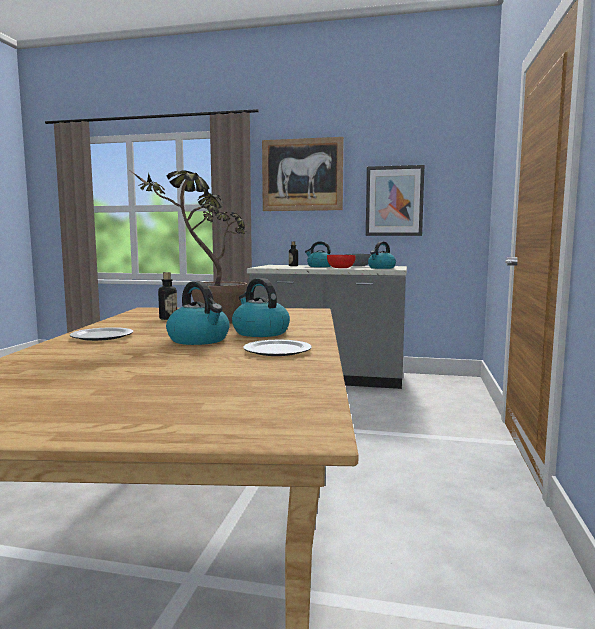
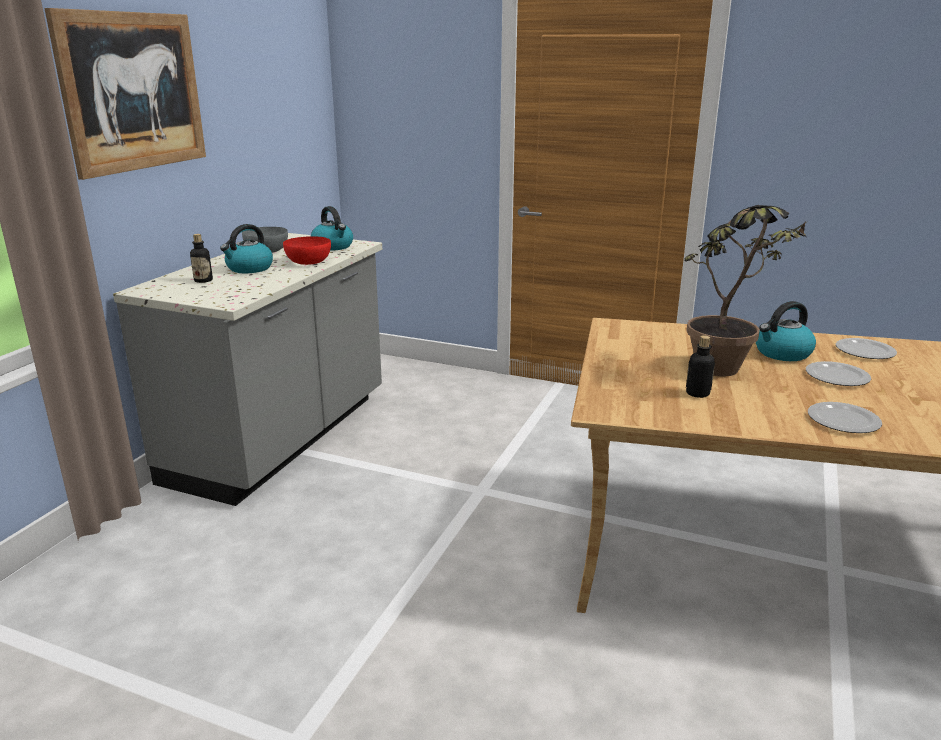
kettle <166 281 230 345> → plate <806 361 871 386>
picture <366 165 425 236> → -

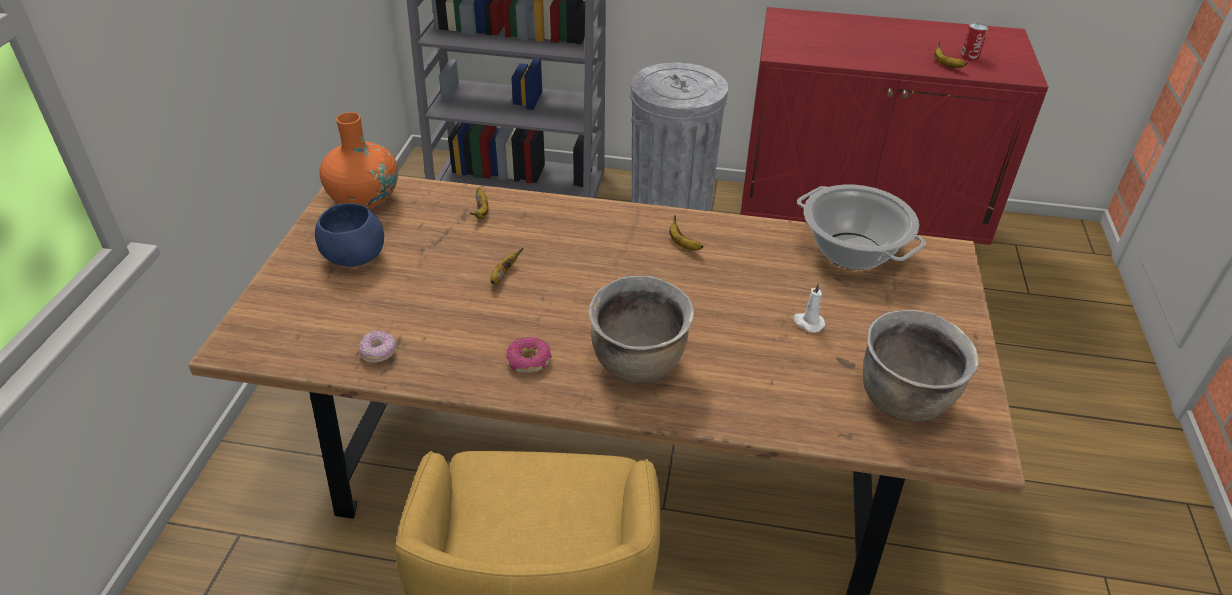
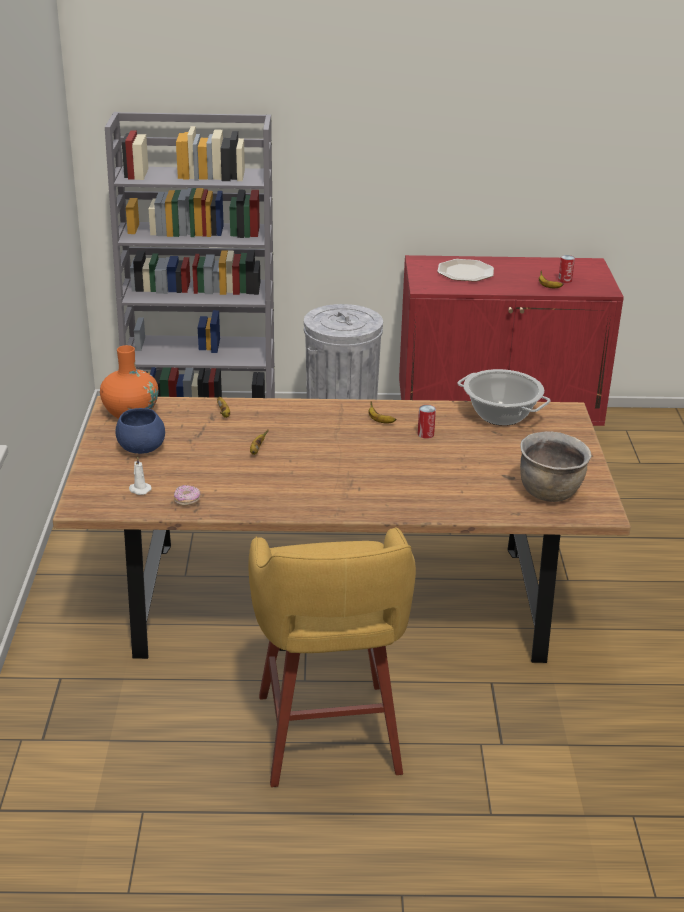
white candle <793 283 825 333> → white candle <129 456 152 495>, move
- → can <418 405 436 439>
- → plate <437 259 494 282>
donut <506 337 552 373> → -
brown cooking pot <589 276 694 384> → -

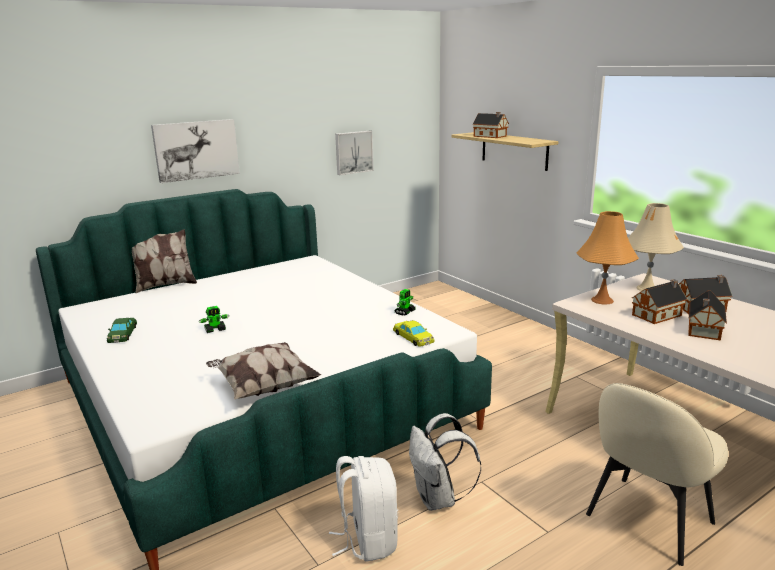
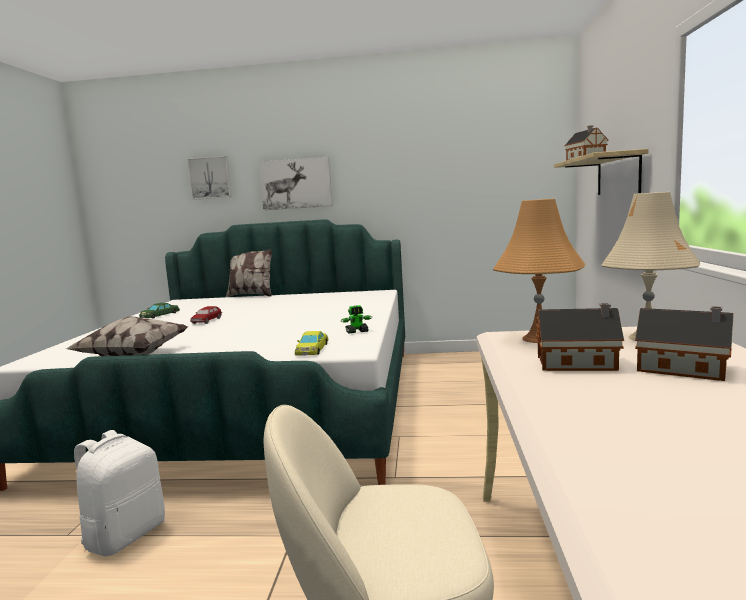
picture <335 131 373 175> → picture <187 156 232 200>, move
toy robot <199 306 230 333> → toy car <190 306 222 324>
white backpack <409 413 481 511> → -
toy house <688 291 727 341> → -

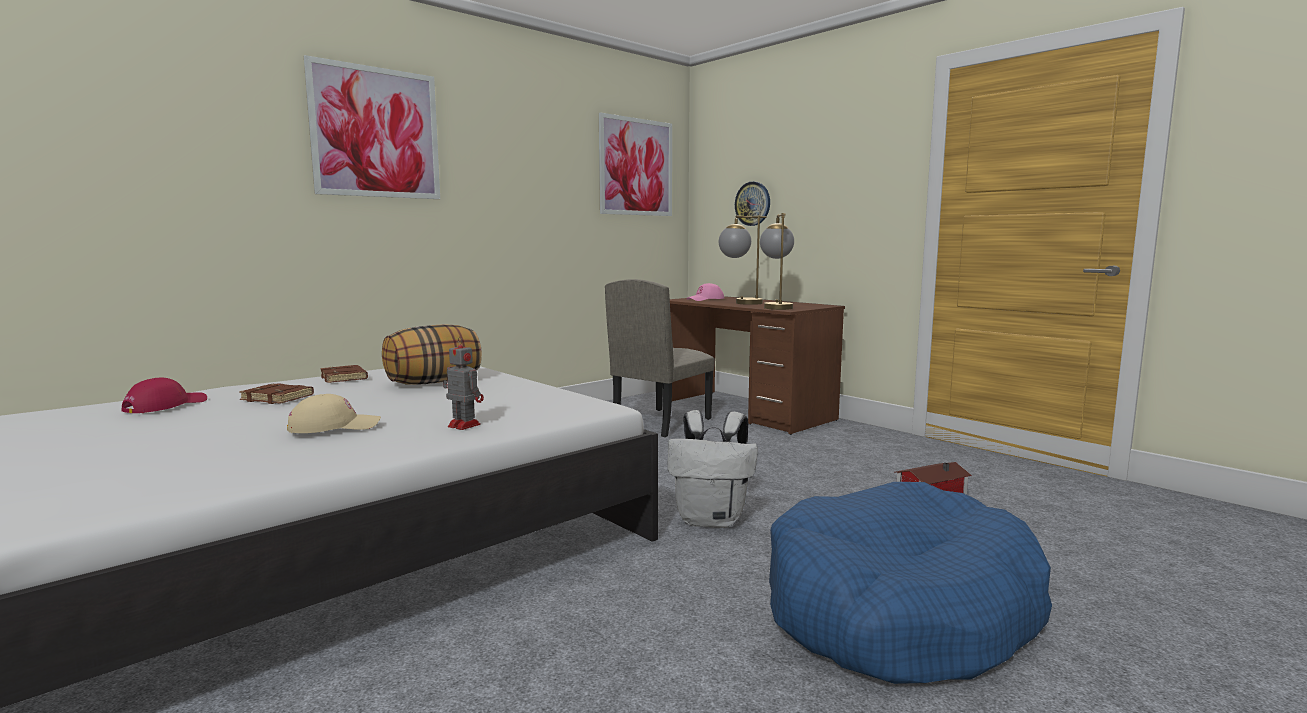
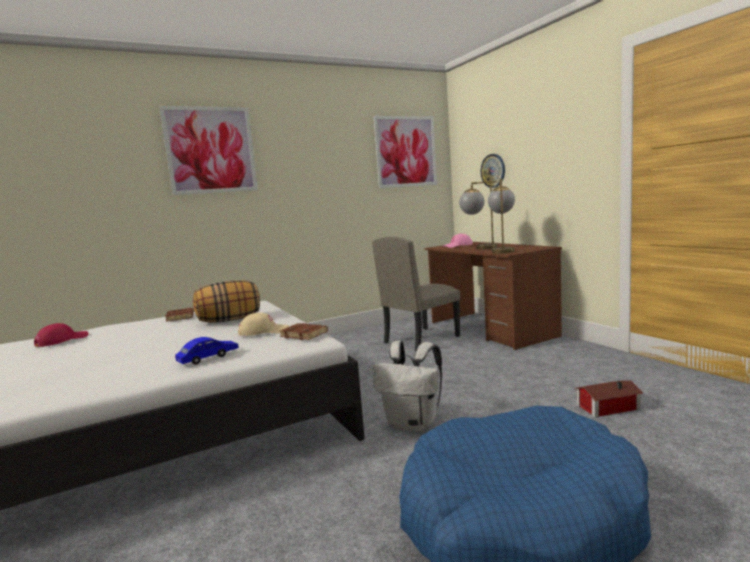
toy robot <443 337 484 430> → blue toy car <175 337 239 365>
beige cap <287 394 381 433> → beige cap <238 312 289 336>, move
brown book <239 383 314 404> → brown book <279 323 328 340>, move

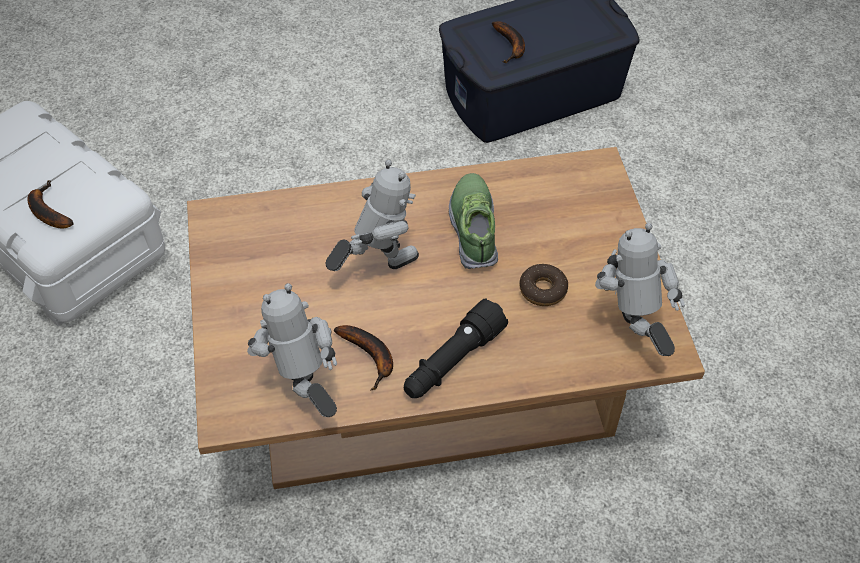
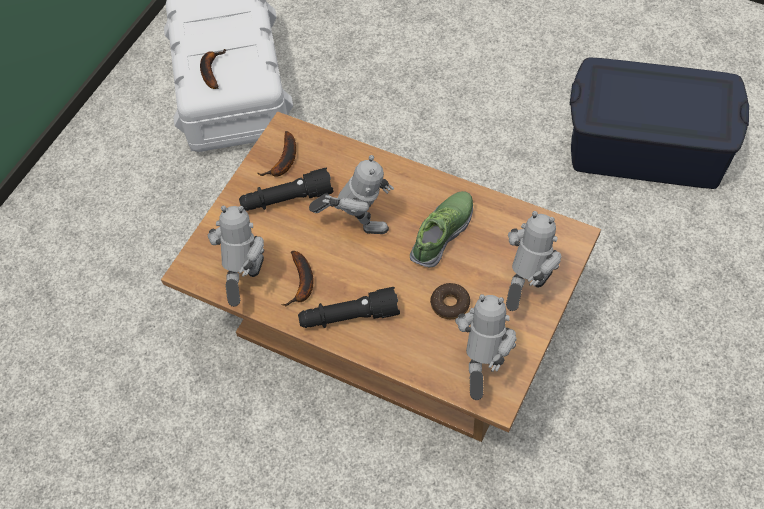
- → black flashlight <239 168 334 211>
banana <492 21 525 63> → banana <257 131 296 177>, move
- → toy robot <506 211 561 311>

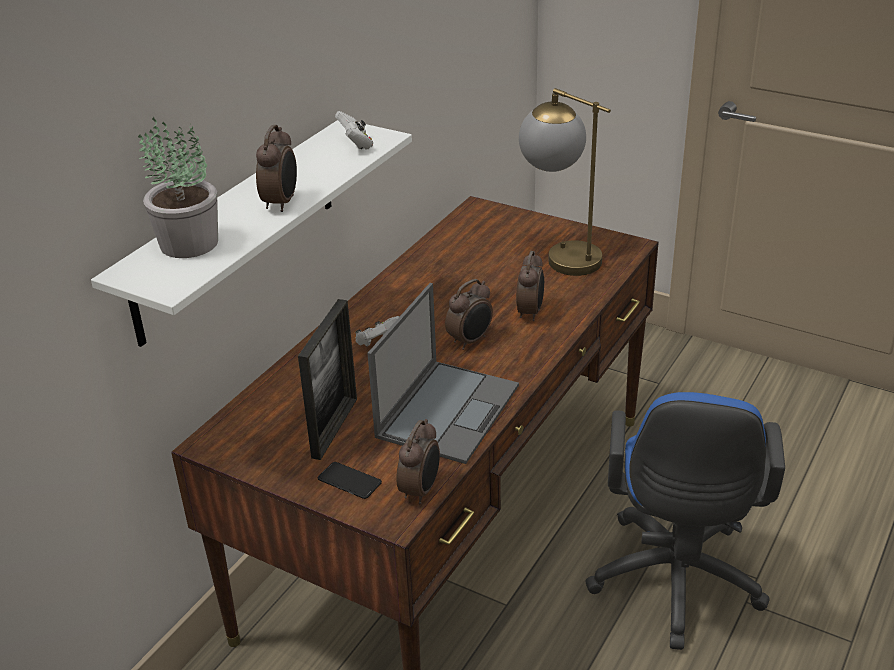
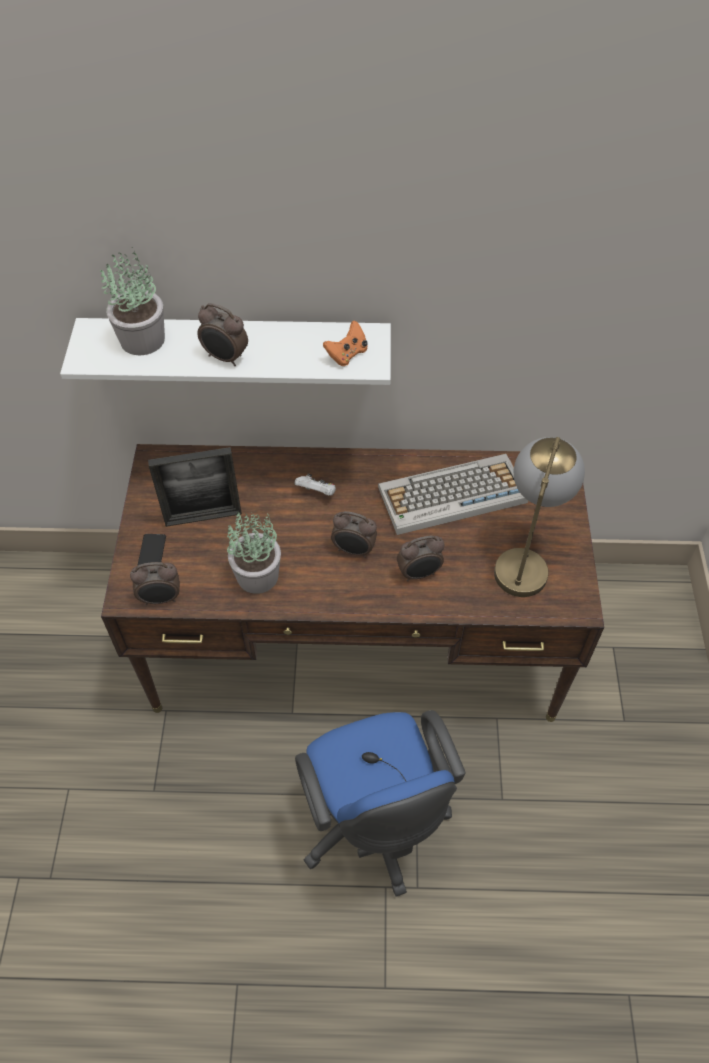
alarm clock <256 125 297 212> → alarm clock <197 303 248 366>, 45 degrees clockwise
laptop <367 283 519 464> → potted plant <227 511 281 594>
blue office chair <585 392 785 650> → blue office chair <295 710 465 897>, 90 degrees counterclockwise
white game controller <335 111 373 150> → orange game controller <323 320 368 366>
- → keyboard <378 454 528 535>

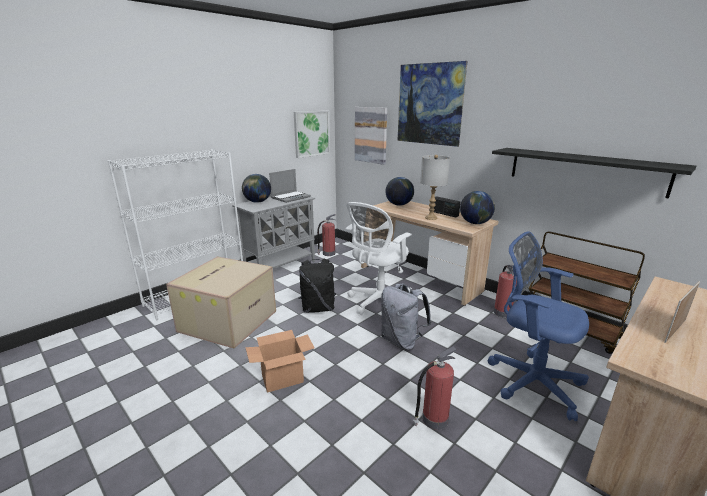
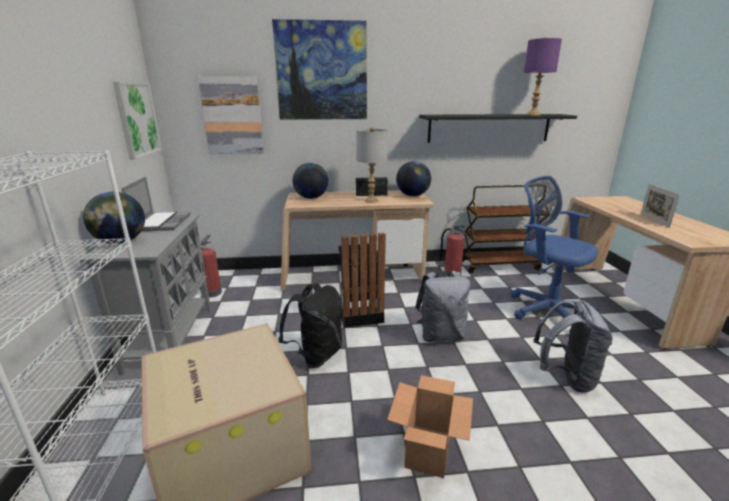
white office chair <346 202 413 315> → black trash can <338 233 386 328>
blue office chair <488 231 589 421> → blue office chair <510 176 599 334>, 60 degrees clockwise
- → purple table lamp <524 37 562 115>
fire extinguisher <413 346 457 430> → grey backpack <534 300 612 393>

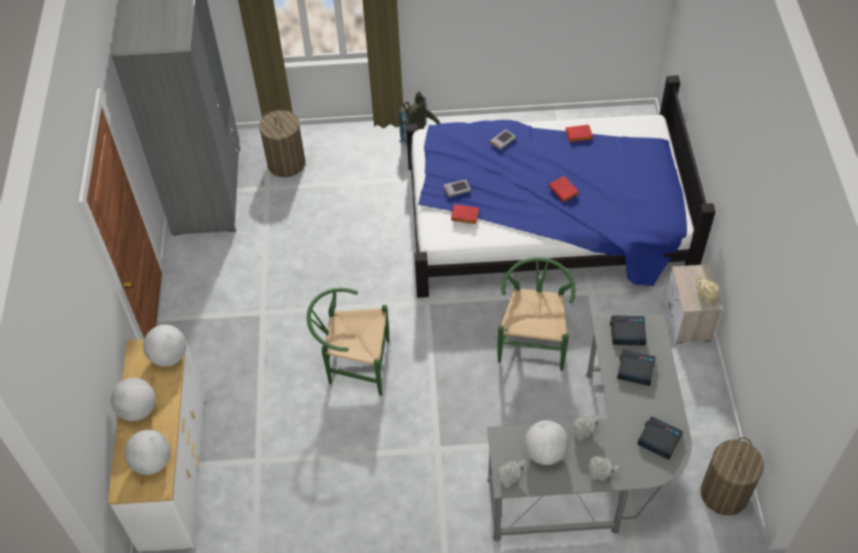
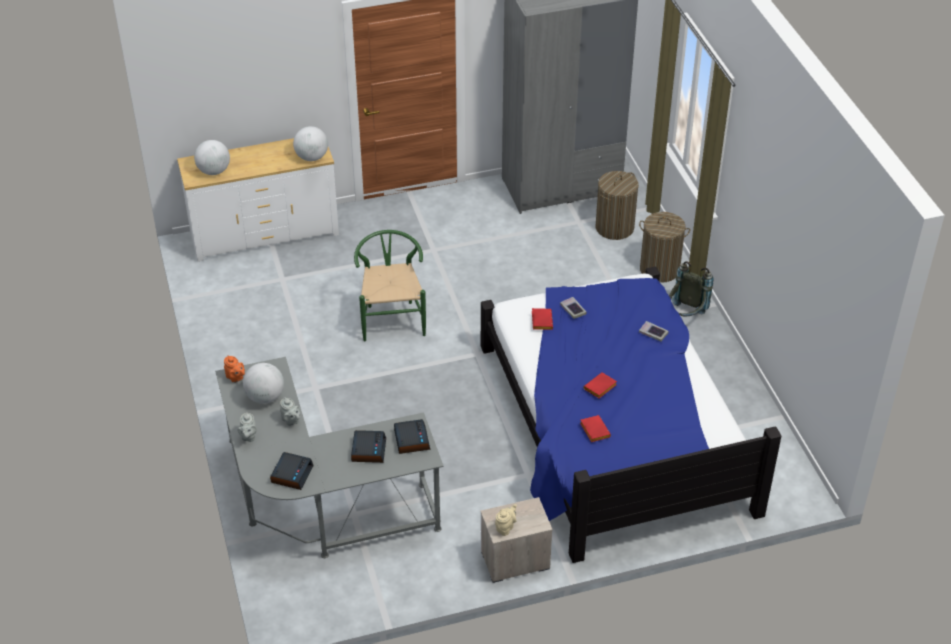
grey teapot <498 460 526 488> → orange teapot <224 355 245 383>
red book <565 125 593 142> → red book <580 415 611 442>, move
laundry basket <701 437 764 515> → laundry basket <639 212 690 283>, move
globe <111 378 156 421> → -
green chair <497 257 576 371> → -

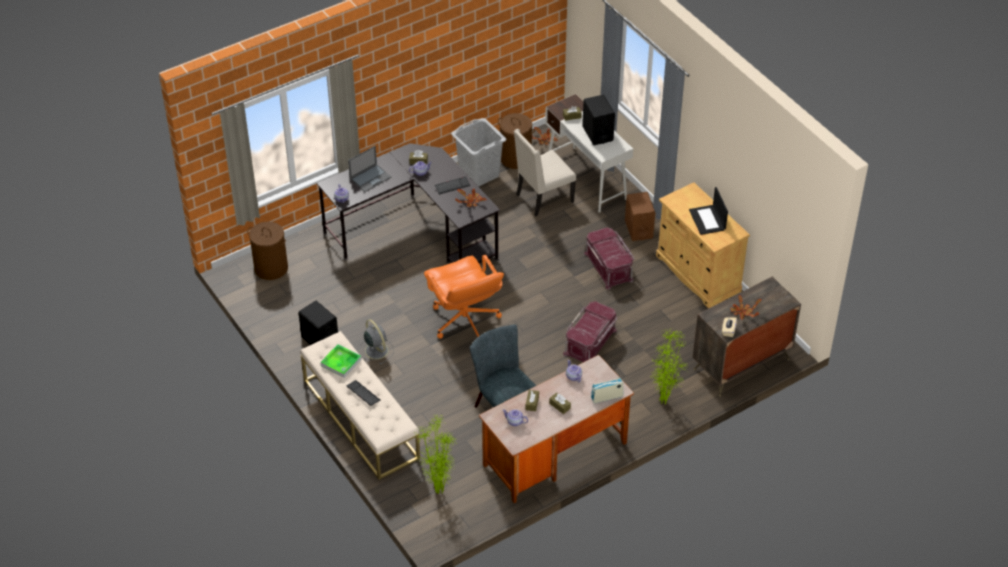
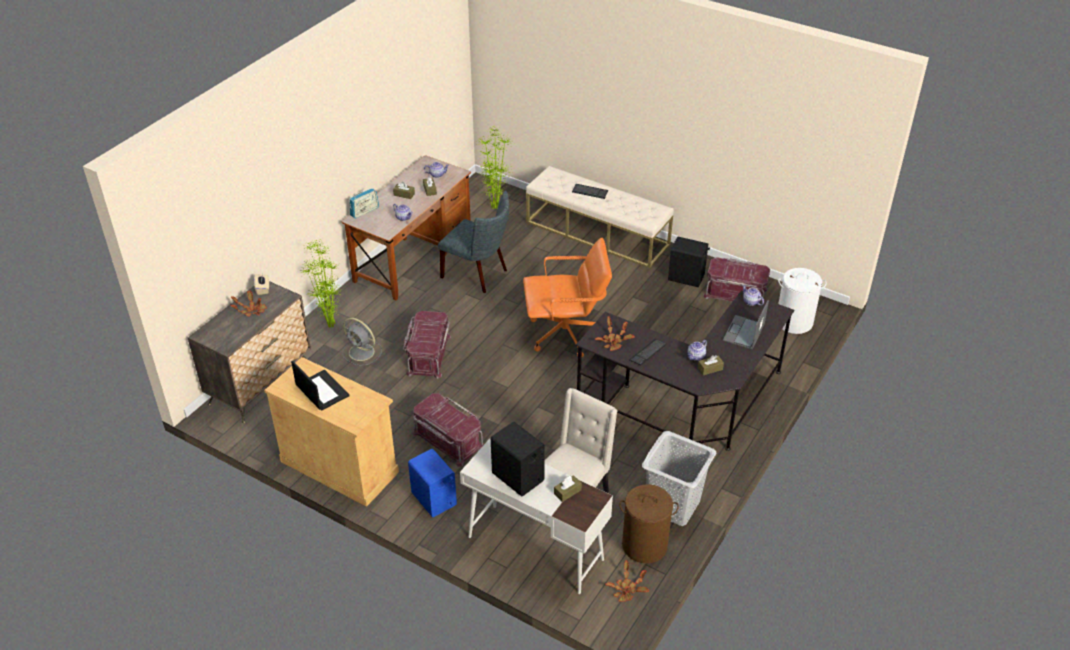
grey fan <358 319 394 365> → grey fan <342 318 382 366>, move
brown speaker <625 192 655 241> → blue speaker <408 449 457 517>
orange office chair <424 255 504 339> → orange office chair <523 238 612 357>, 135 degrees clockwise
- → red storage box <703 257 770 302>
brown laundry basket <247 221 288 280> → white laundry basket <778 268 827 334>
tray <321 344 362 378> → -

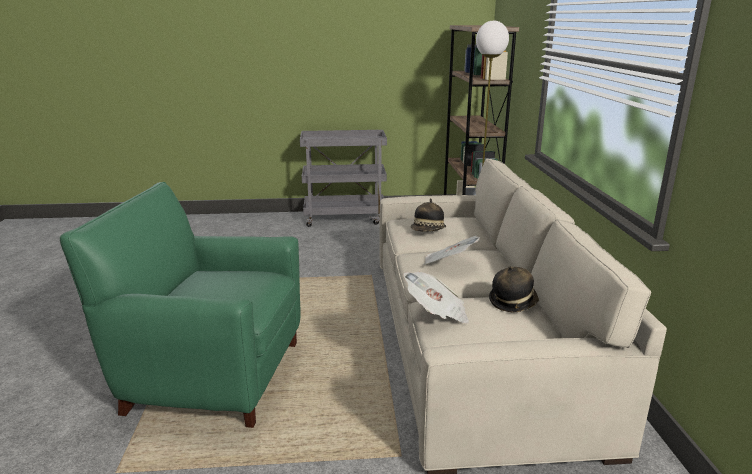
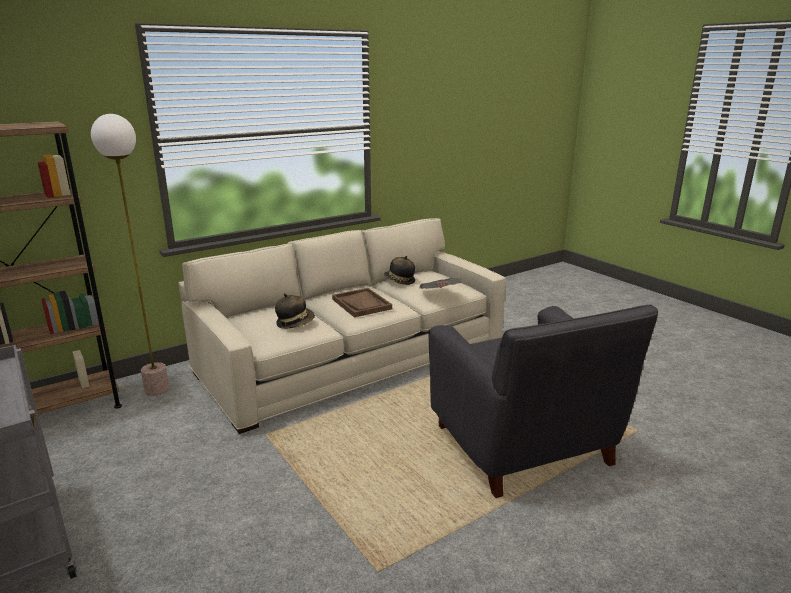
newspaper <423 235 480 265> → brown tray <332 288 392 318>
green armchair <60 182 301 428> → black armchair <428 305 658 498>

